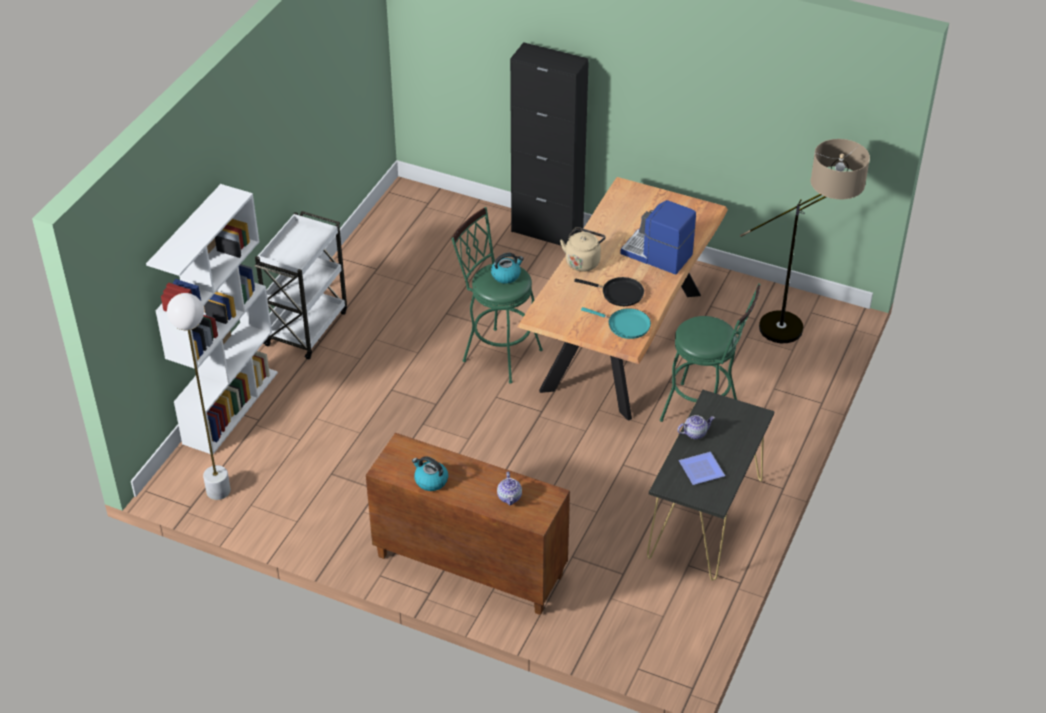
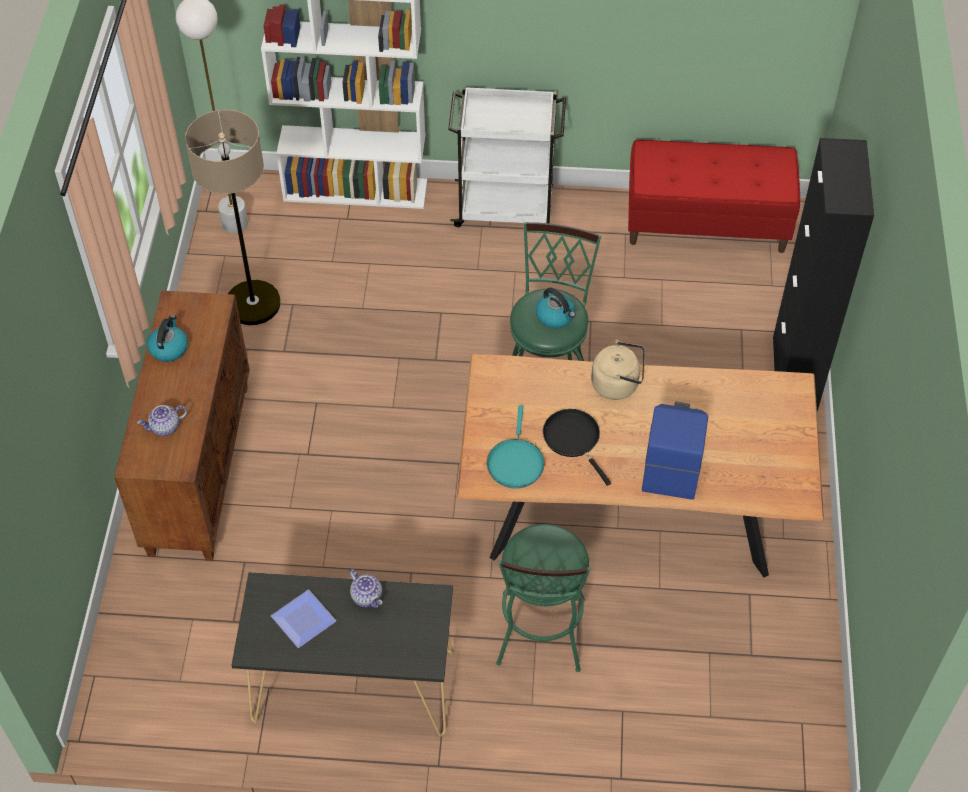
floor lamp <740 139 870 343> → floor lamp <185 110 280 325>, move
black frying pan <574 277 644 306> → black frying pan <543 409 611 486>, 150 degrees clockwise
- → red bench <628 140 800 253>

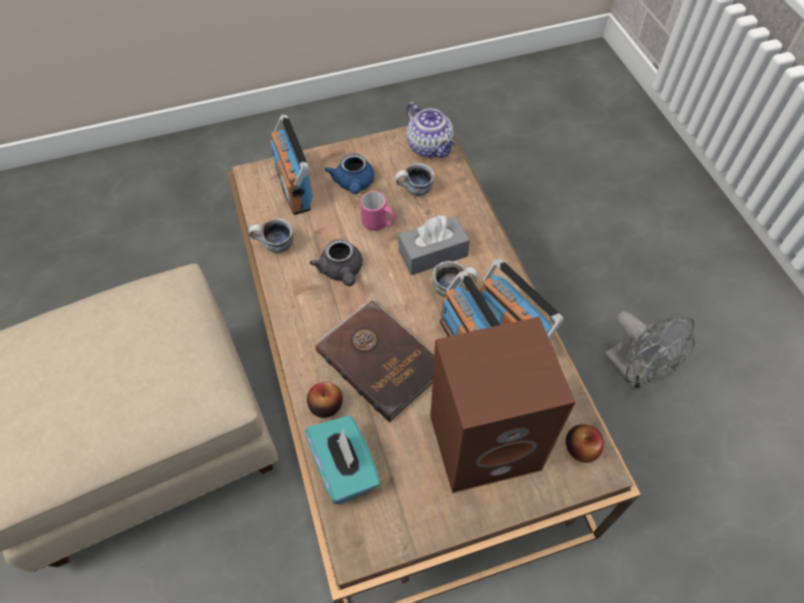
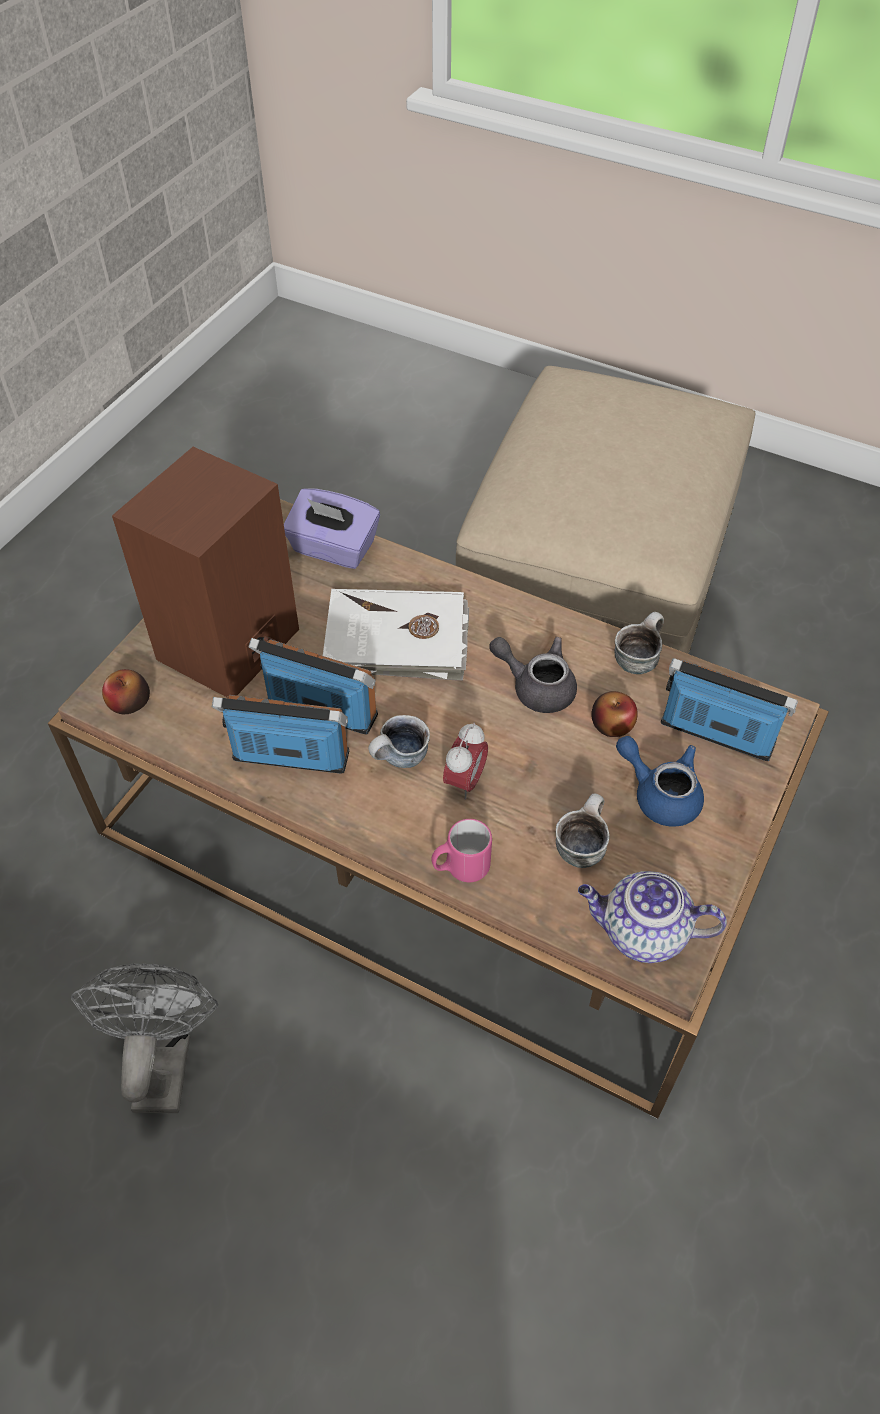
grey fan <603 311 695 391> → grey fan <71 963 218 1113>, 75 degrees clockwise
turquoise tissue box <305 415 381 504> → purple tissue box <284 488 380 569>
brown book <316 298 434 422> → white book <323 589 469 681>
pink mug <360 191 395 231> → pink mug <431 819 492 882>, move
grey tissue box <398 215 470 275> → alarm clock <443 723 488 800>
apple <307 382 343 418> → apple <592 691 638 737>, move

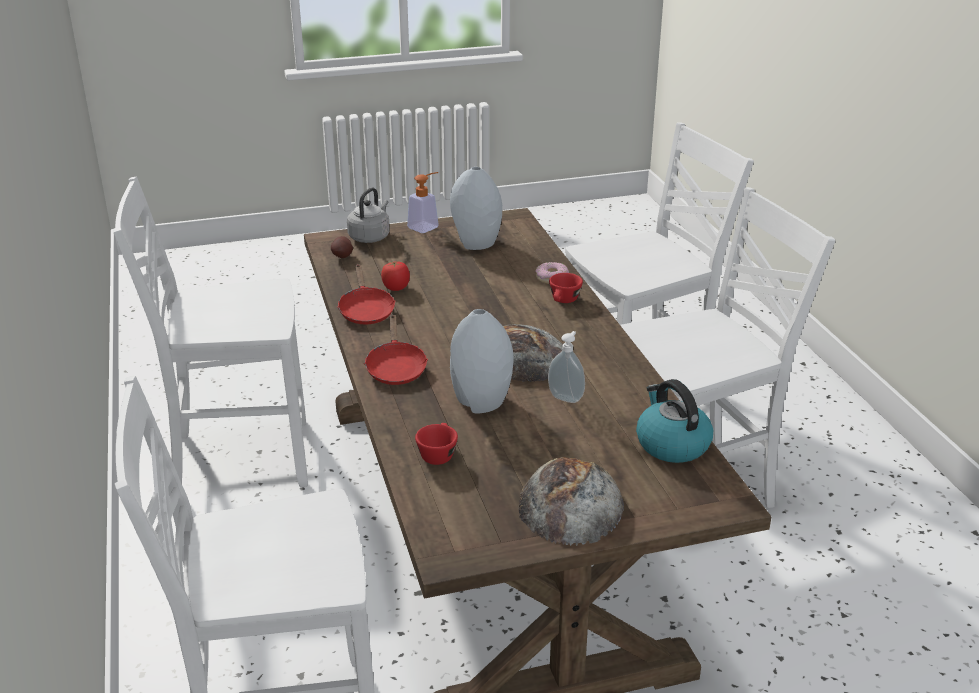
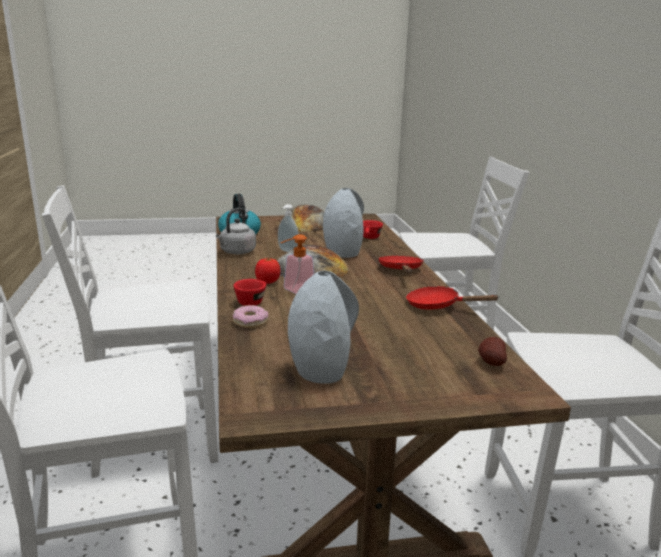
grey kettle <347 187 390 243> → grey kettle <216 208 256 254>, move
tomato <381 260 410 291> → tomato <255 258 280 284>, move
soap dispenser <407 172 439 233> → soap dispenser <281 234 314 294>, move
red frying pan <337 264 395 325> → red frying pan <406 286 500 310>, 60 degrees counterclockwise

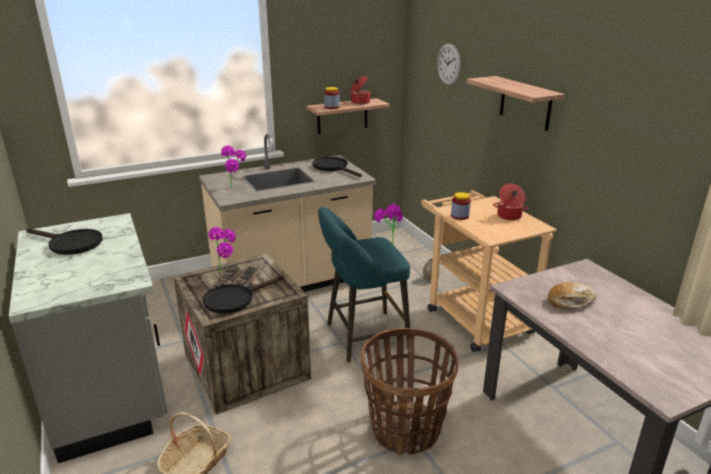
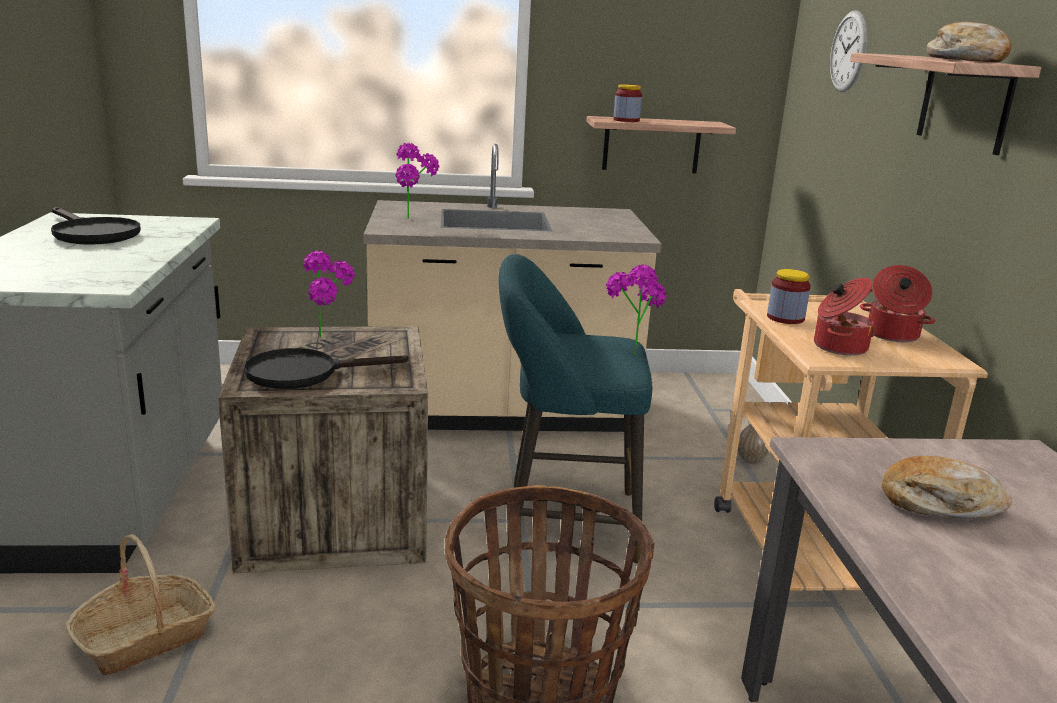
cooking pot <351 76 371 104> → cooking pot <814 278 876 356>, move
- → bread <927 22 1011 62>
black frying pan <312 157 362 177> → -

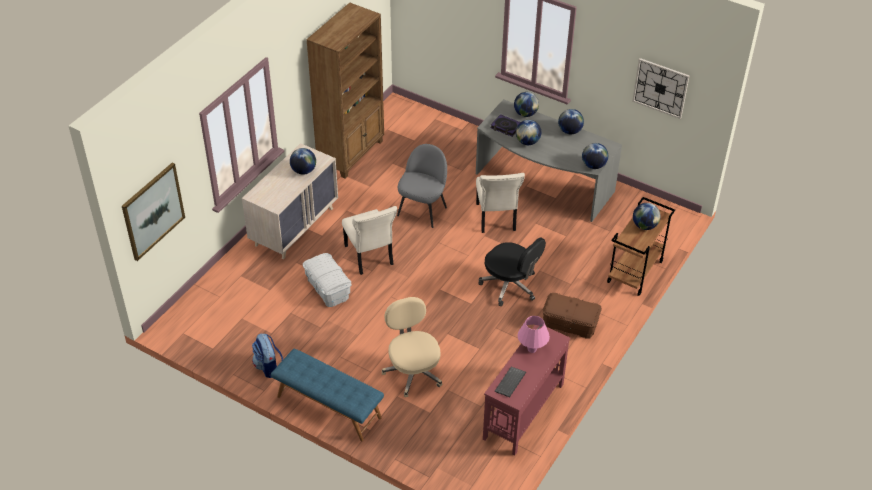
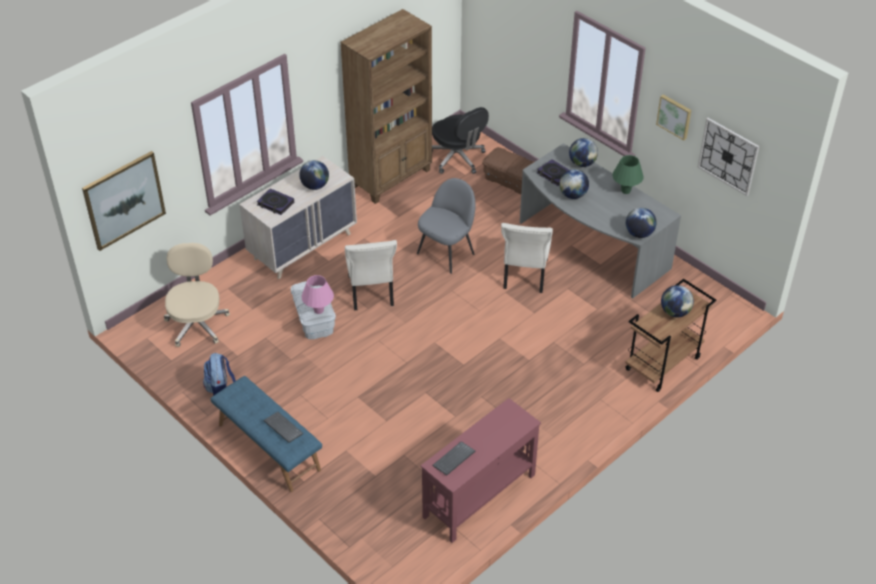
beige office chair <382 297 442 397> → beige office chair <164 243 230 347>, move
- → book <257 188 294 215>
- → keyboard <264 412 303 443>
pink table lamp <517 316 550 353> → pink table lamp <301 275 334 314>, move
black office chair <478 237 546 306> → black office chair <432 107 489 174>, move
brown storage box <543 293 602 339> → brown storage box <482 147 535 194>, move
globe <558 109 584 134> → green table lamp <612 155 644 194>
- → picture <656 95 691 140>

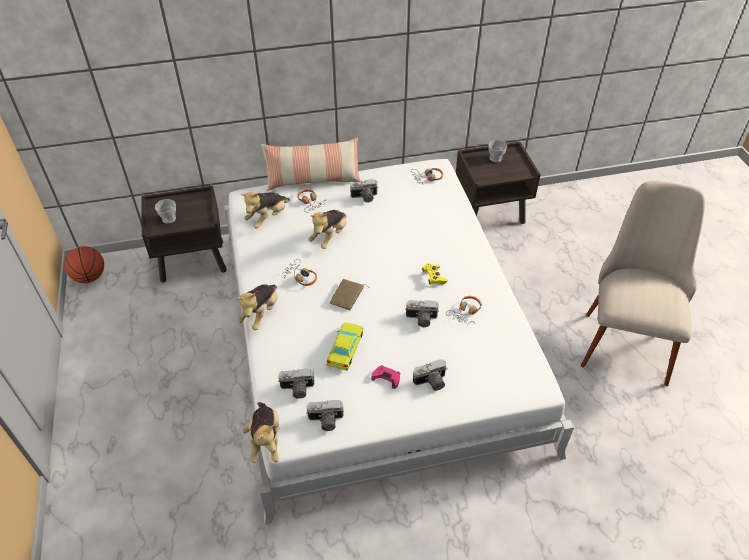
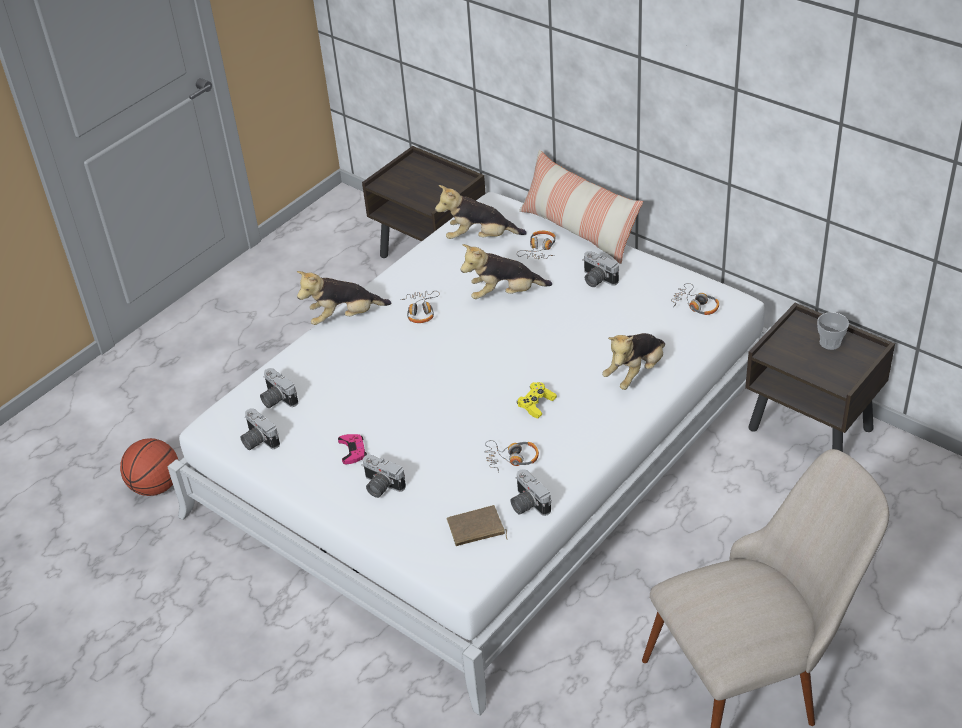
basketball <64 246 104 283> → basketball <120 438 178 496>, move
brown book <330 279 370 310> → brown book <446 505 508 546>, move
photo camera <405 300 439 327> → photo camera <511 469 551 516>, move
plush toy <242 402 279 463> → plush toy <602 333 665 390>, move
cup <155 199 176 224> → -
yellow toy car <326 323 364 371> → -

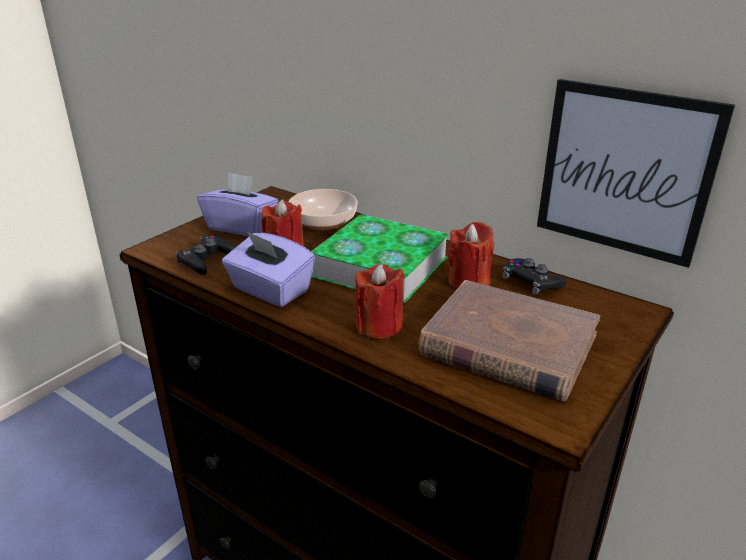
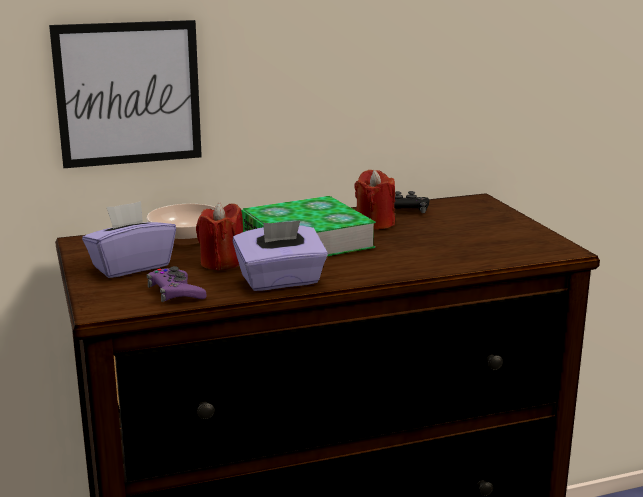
picture <537 79 735 268> → picture <49 20 202 168>, move
black game controller <175 236 235 275> → purple game controller <147 266 206 302>
red candle <356 264 404 339> → -
brown book <418 280 600 401> → -

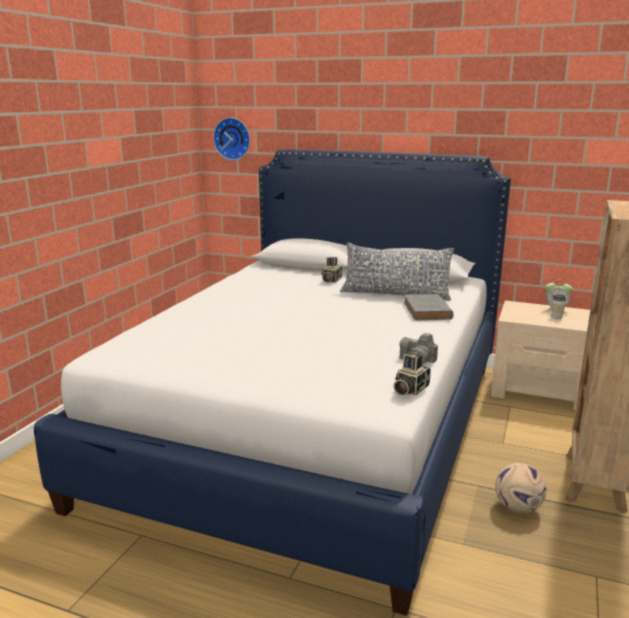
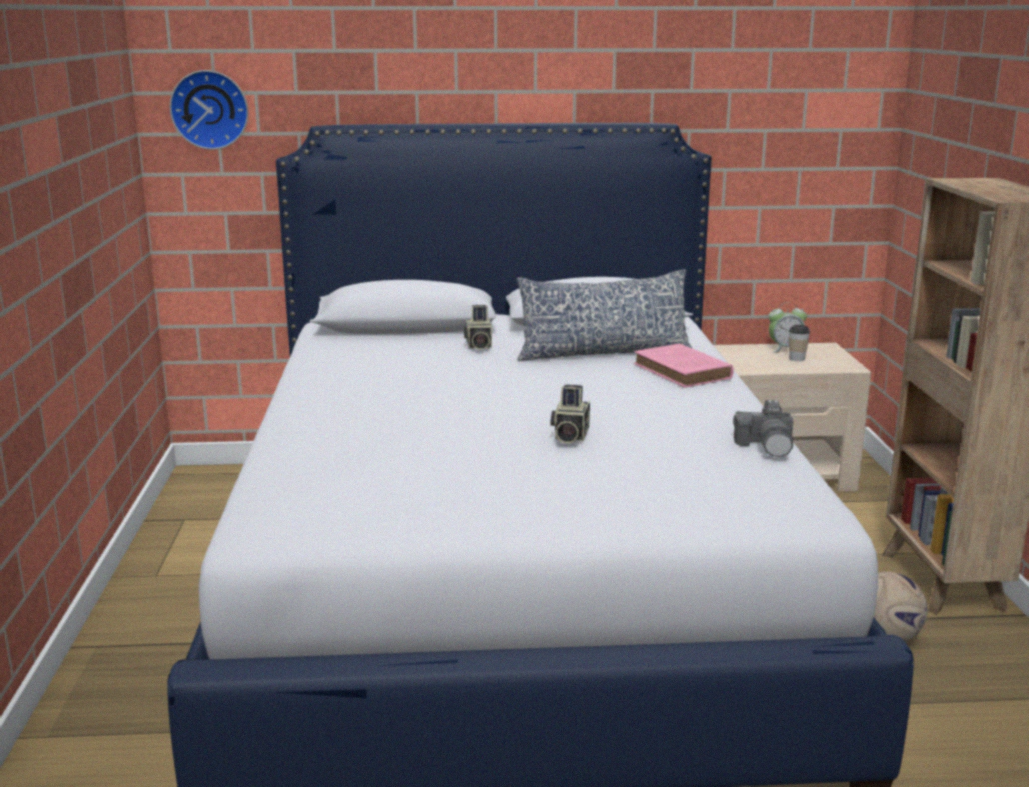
photo camera <393 353 431 396> → photo camera <550 384 590 443>, move
grey book <404 294 454 320> → pink book <634 343 734 388>

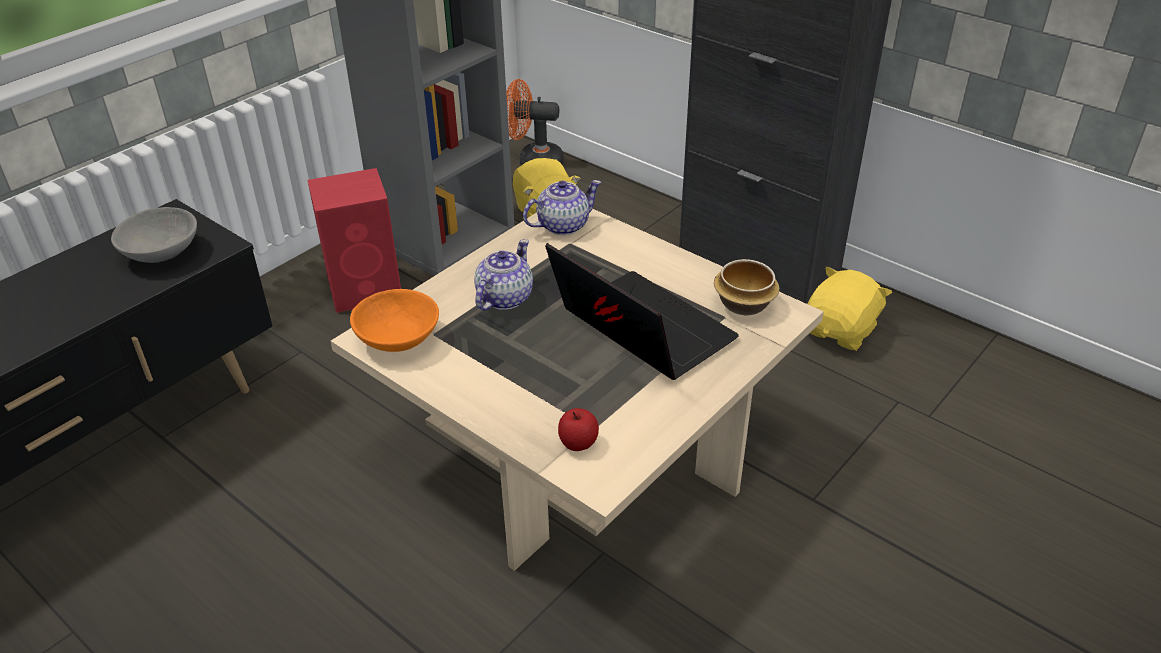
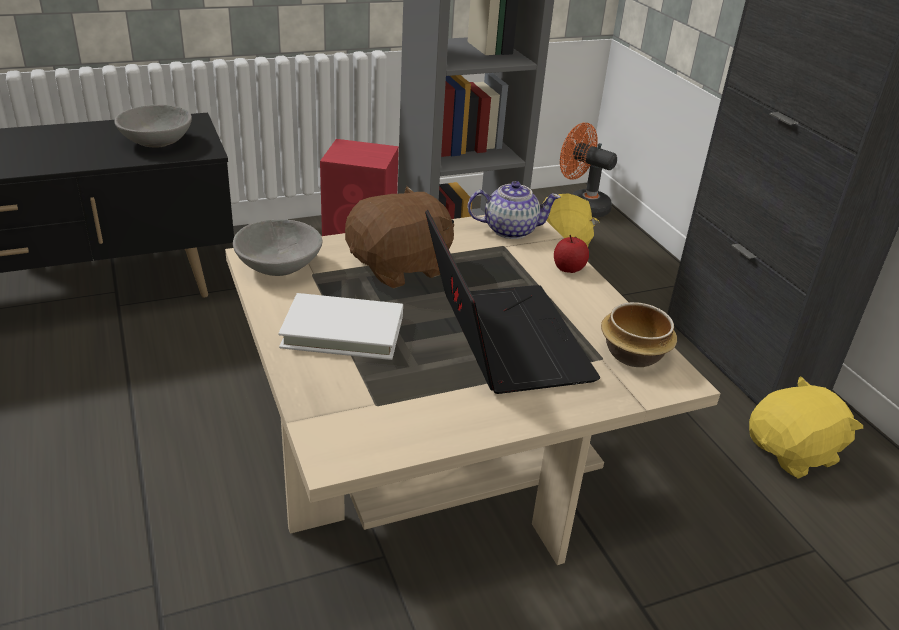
orange bowl <350 289 439 352> → grey bowl <233 219 323 276>
- → white book <278 293 403 360>
teapot <474 239 533 311> → brown plush toy <345 186 454 289>
apple <558 408 599 451> → apple <554 235 589 273>, move

